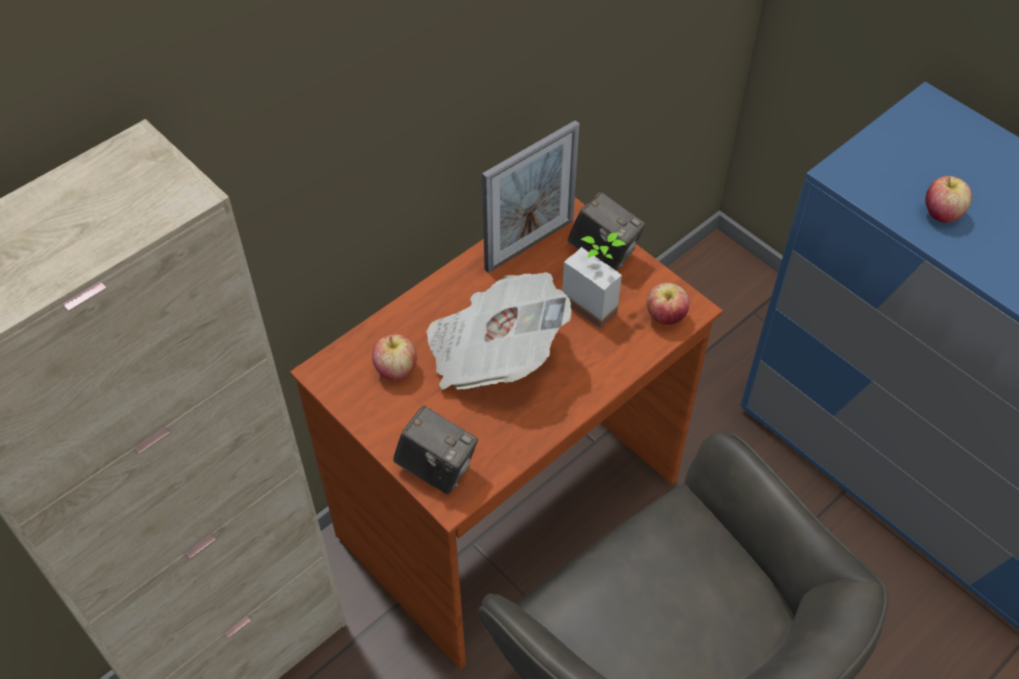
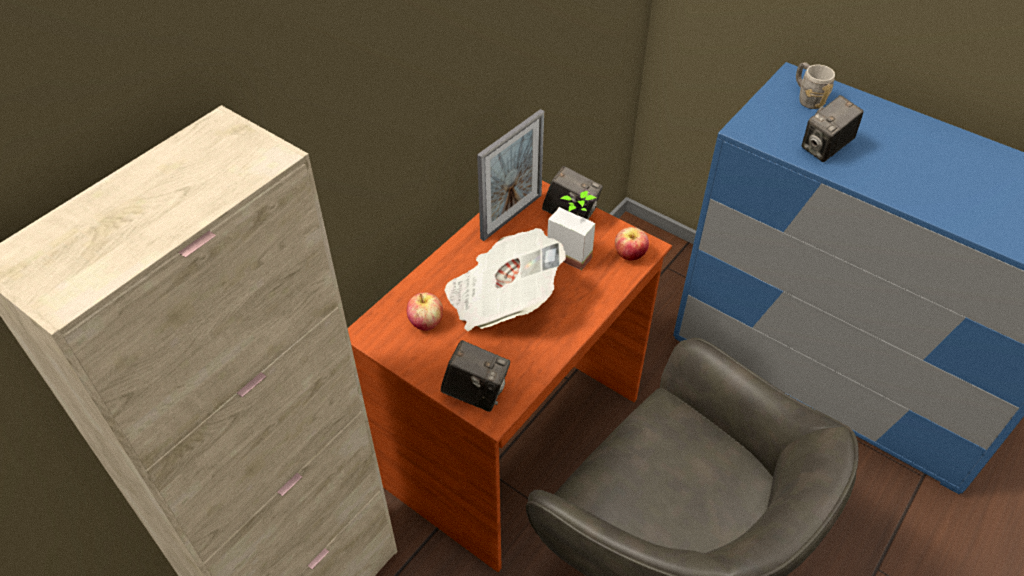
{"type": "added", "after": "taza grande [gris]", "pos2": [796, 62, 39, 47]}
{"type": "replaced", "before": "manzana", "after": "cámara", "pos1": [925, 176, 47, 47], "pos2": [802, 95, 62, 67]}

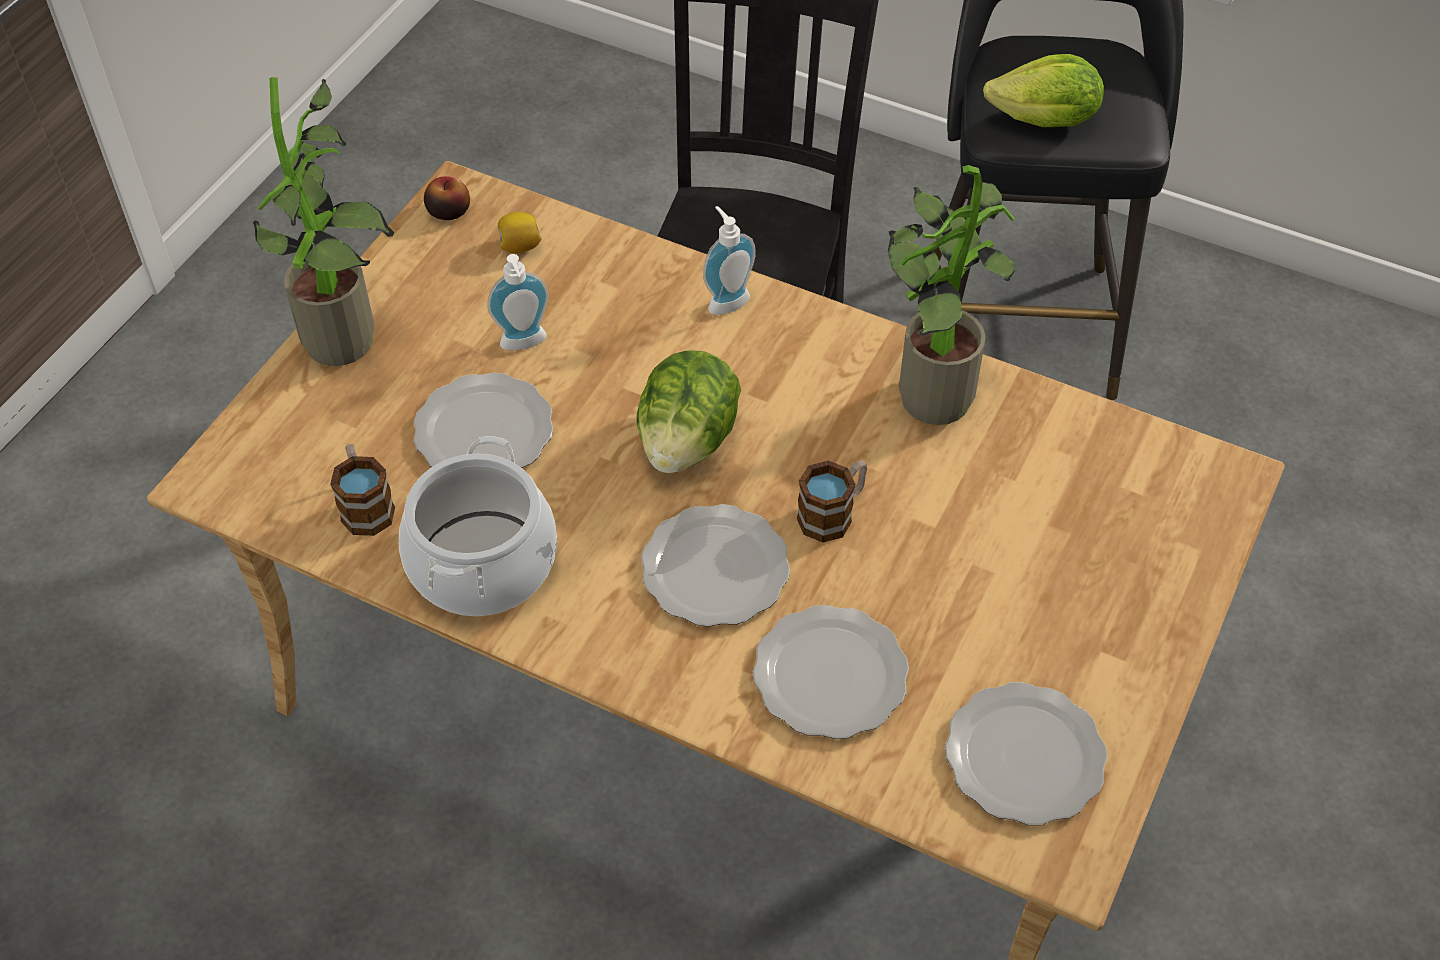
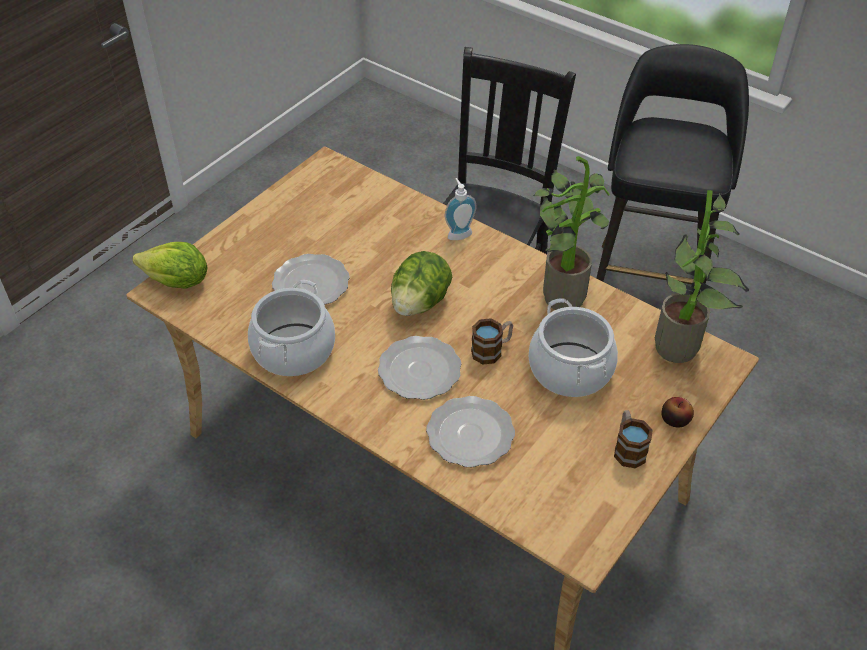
{"type": "removed", "before": "dispensador de jabón", "pos1": [487, 254, 62, 96]}
{"type": "removed", "before": "limón", "pos1": [498, 212, 44, 41]}
{"type": "removed", "before": "plato", "pos1": [945, 682, 163, 143]}
{"type": "added", "after": "olla", "pos2": [529, 298, 89, 99]}
{"type": "moved", "before": "planta en maceta", "pos1": [253, 77, 142, 289], "pos2": [655, 190, 94, 173]}
{"type": "moved", "before": "taza grande", "pos1": [330, 444, 65, 92], "pos2": [614, 410, 39, 58]}
{"type": "moved", "before": "manzana", "pos1": [424, 176, 46, 44], "pos2": [662, 397, 32, 30]}
{"type": "moved", "before": "lechuga", "pos1": [983, 54, 121, 73], "pos2": [132, 242, 76, 47]}

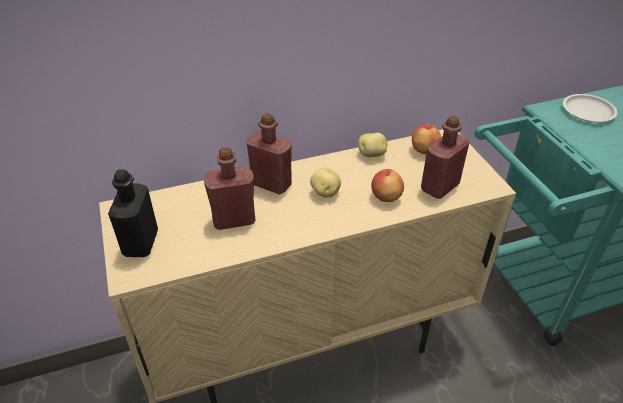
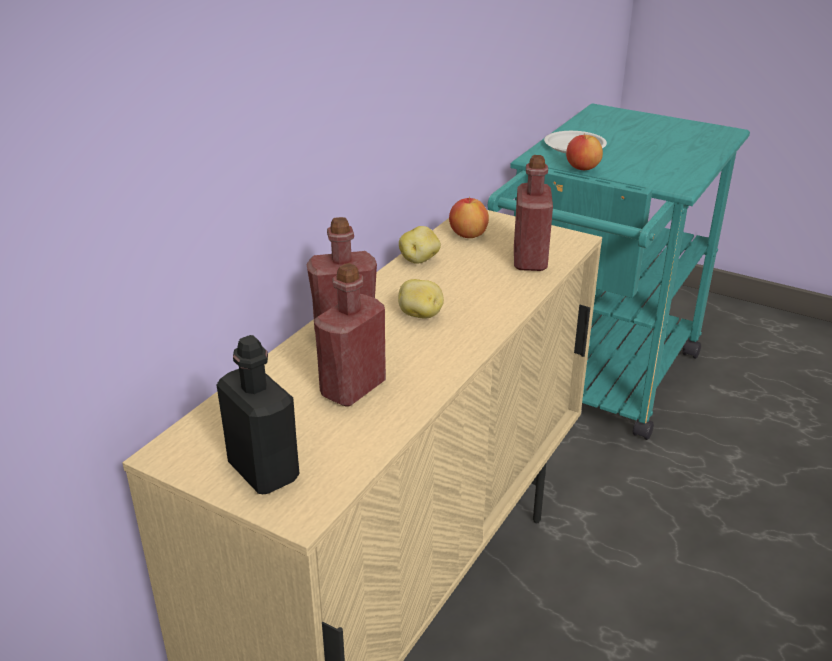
{"type": "moved", "before": "manzana", "pos1": [371, 169, 33, 33], "pos2": [566, 134, 37, 36]}

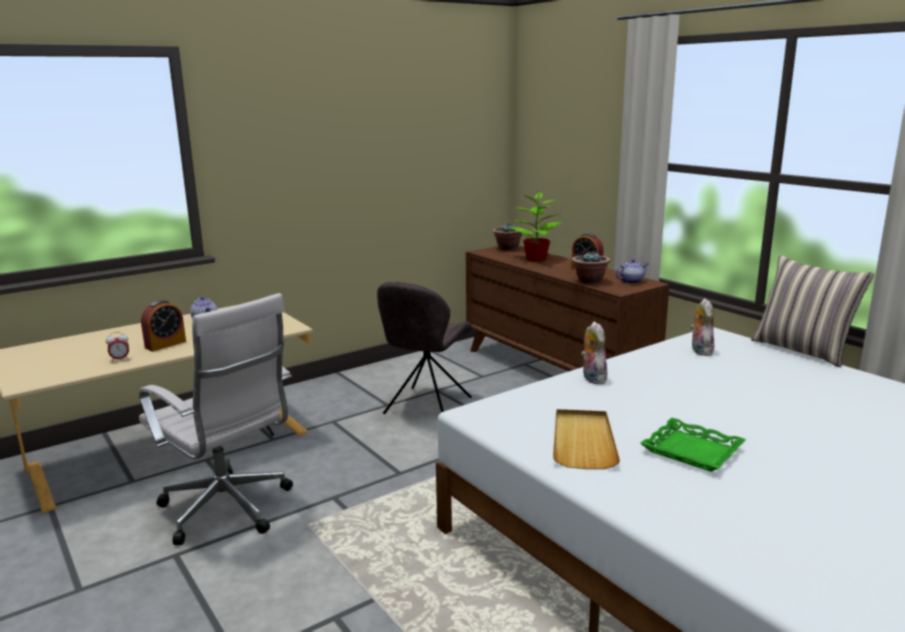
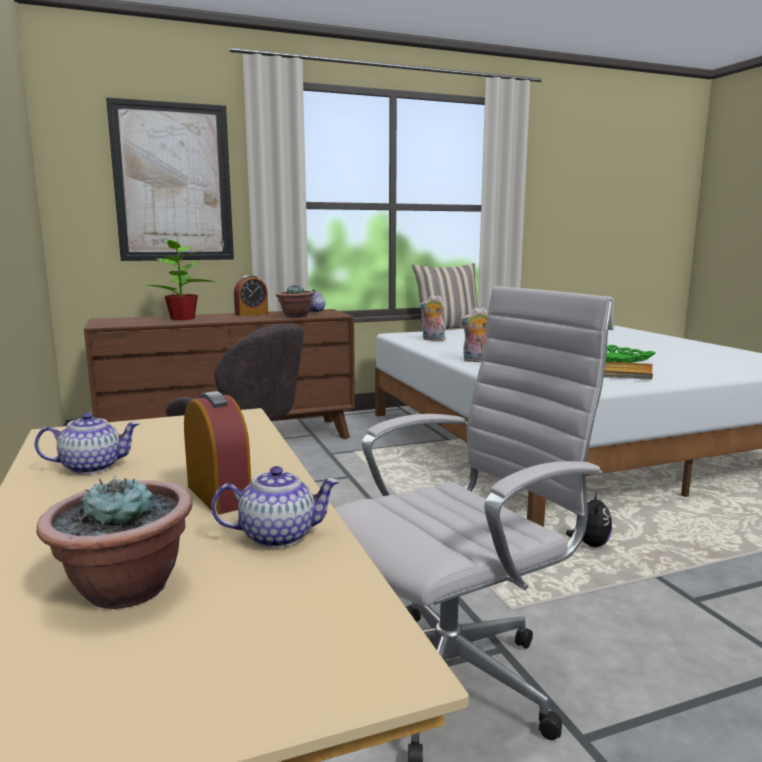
{"type": "added", "after": "cuadro", "pos2": [106, 97, 128, 164]}
{"type": "added", "after": "peluche", "pos2": [566, 493, 46, 54]}
{"type": "moved", "before": "planta en maceta", "pos1": [492, 223, 30, 27], "pos2": [37, 475, 156, 134]}
{"type": "replaced", "before": "despertador", "after": "tetera", "pos1": [106, 332, 23, 30], "pos2": [211, 466, 128, 82]}

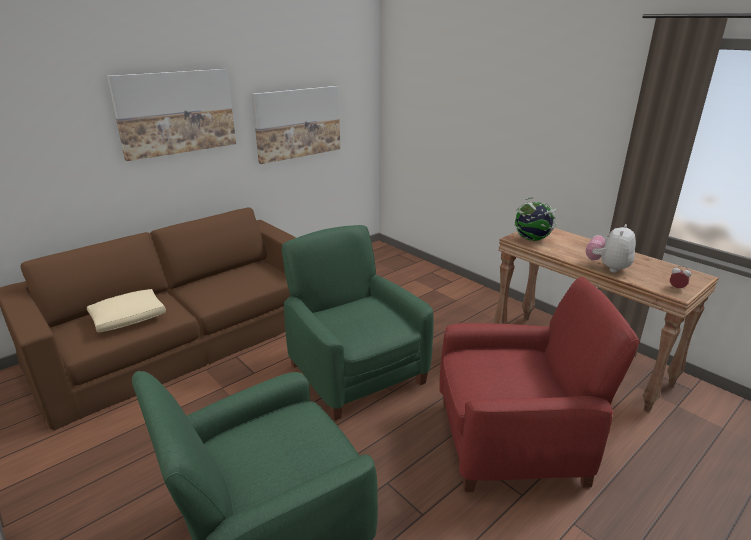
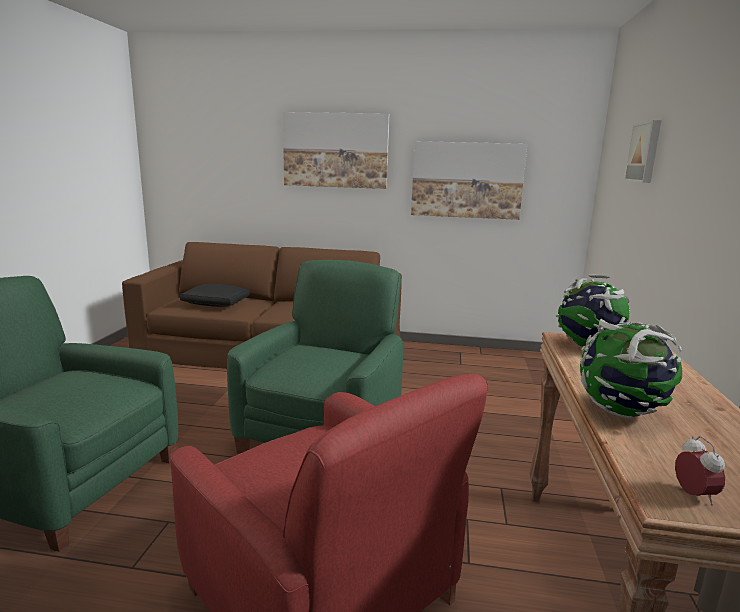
{"type": "added", "after": "cuadro", "pos2": [624, 120, 38, 63]}
{"type": "replaced", "before": "peluche", "after": "globo terráqueo", "pos1": [586, 224, 50, 49], "pos2": [580, 319, 102, 100]}
{"type": "recoloured", "before": "cojín [beis]", "after": "cojín [negro]", "pos1": [87, 289, 79, 44], "pos2": [180, 284, 69, 23]}

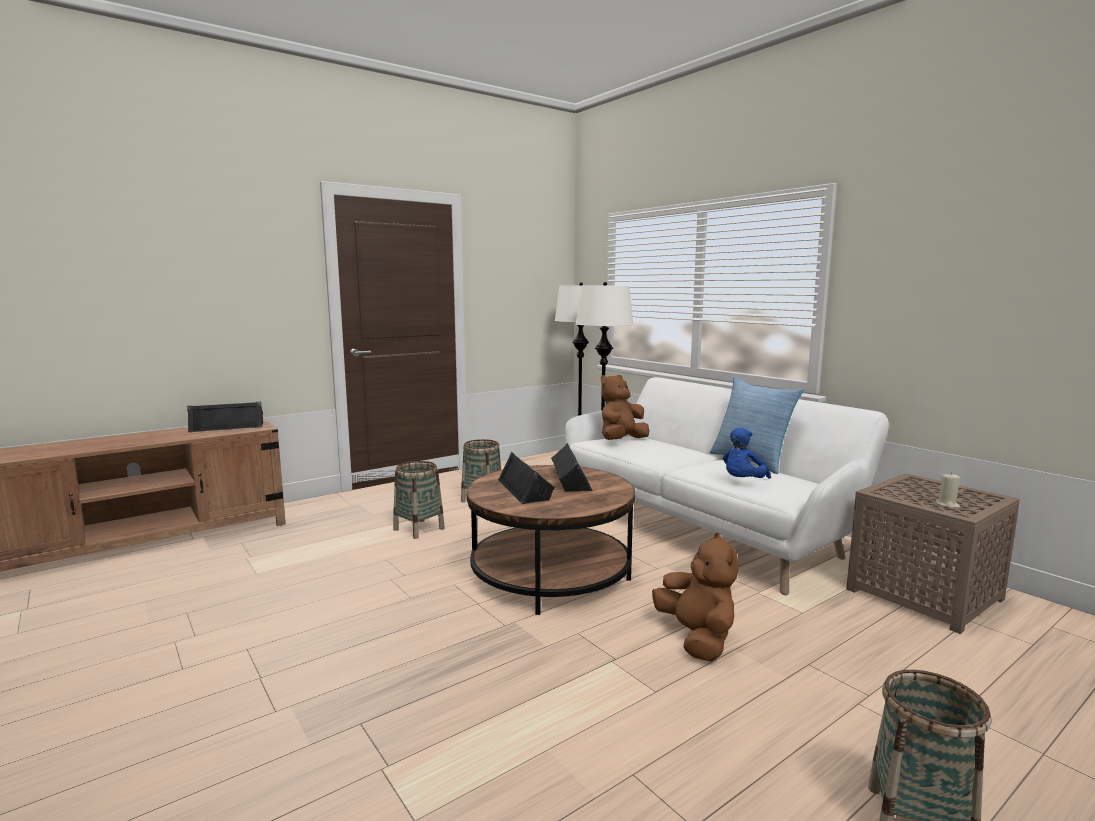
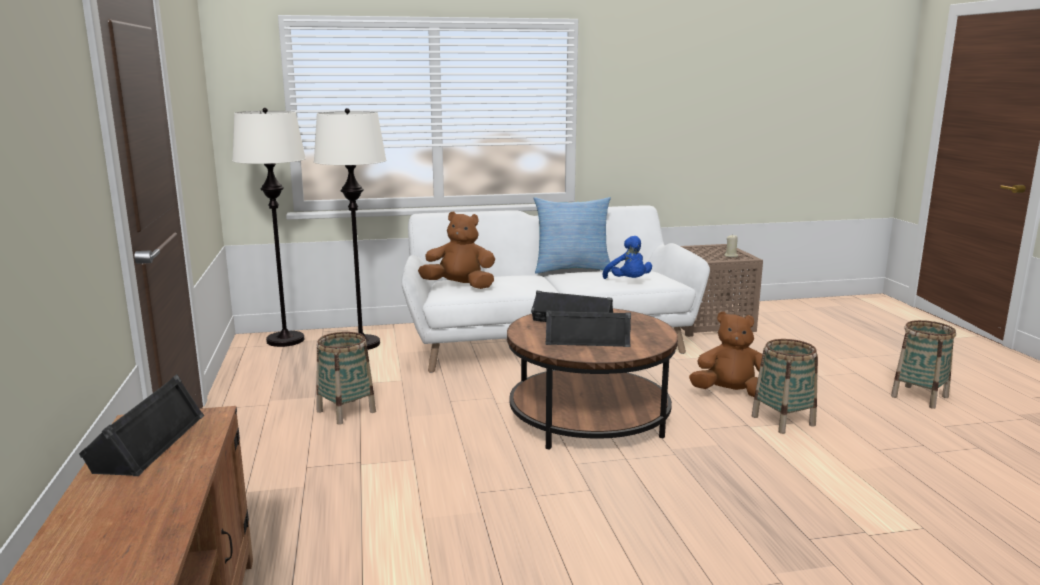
{"type": "moved", "before": "cesta", "pos1": [393, 461, 52, 78], "pos2": [752, 339, 66, 95]}
{"type": "turned", "before": "peluche [marrón]", "pos1": [601, 375, 48, 65], "pos2": [418, 212, 77, 77], "turn": 120}

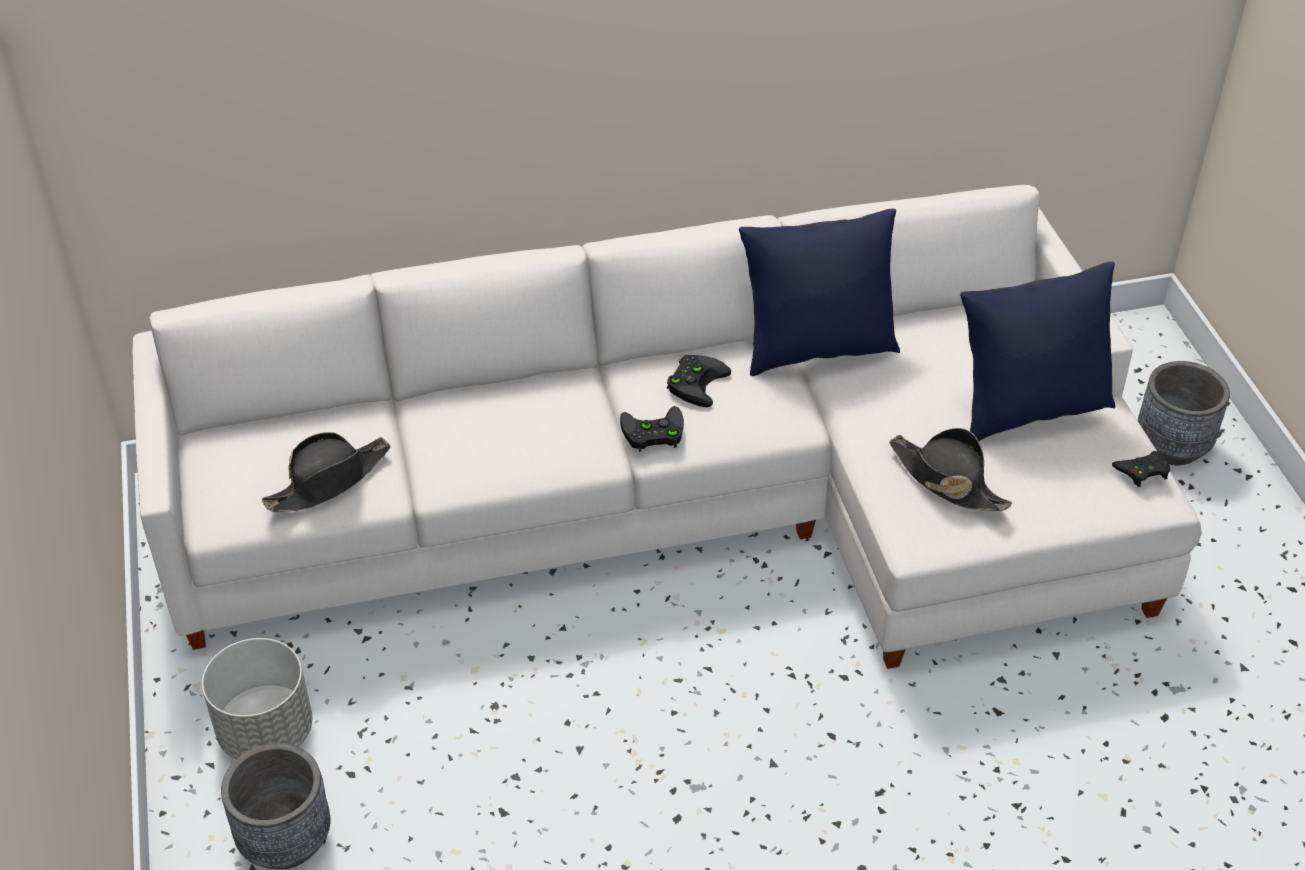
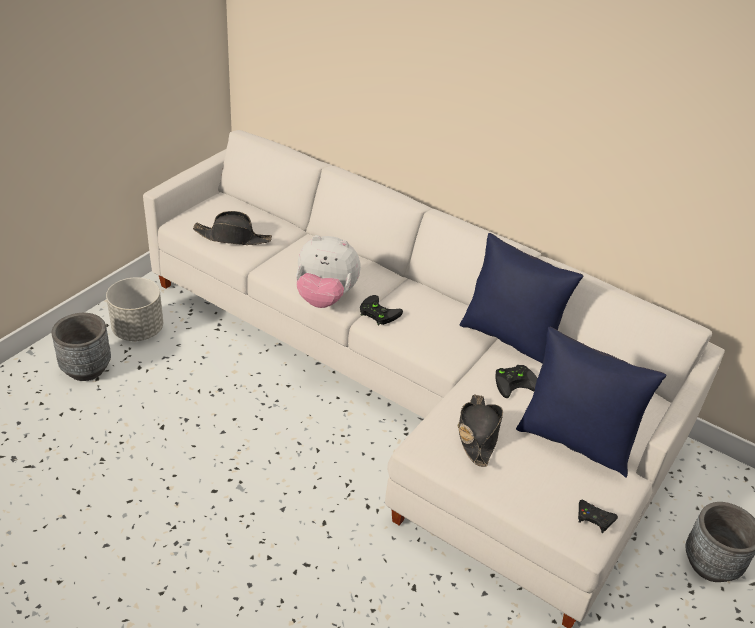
{"type": "added", "after": "peluche", "pos2": [296, 235, 65, 73]}
{"type": "moved", "before": "mando de consola [negro]", "pos1": [667, 355, 64, 52], "pos2": [496, 365, 41, 33]}

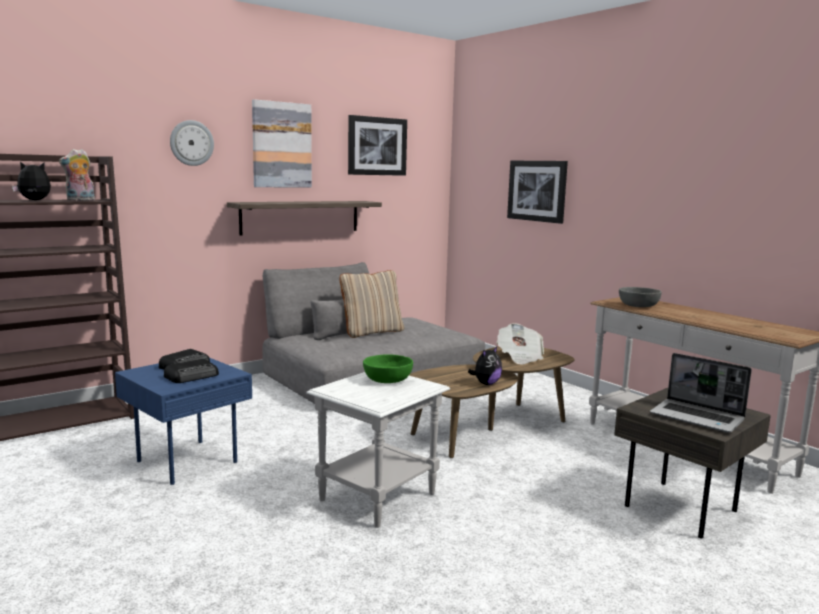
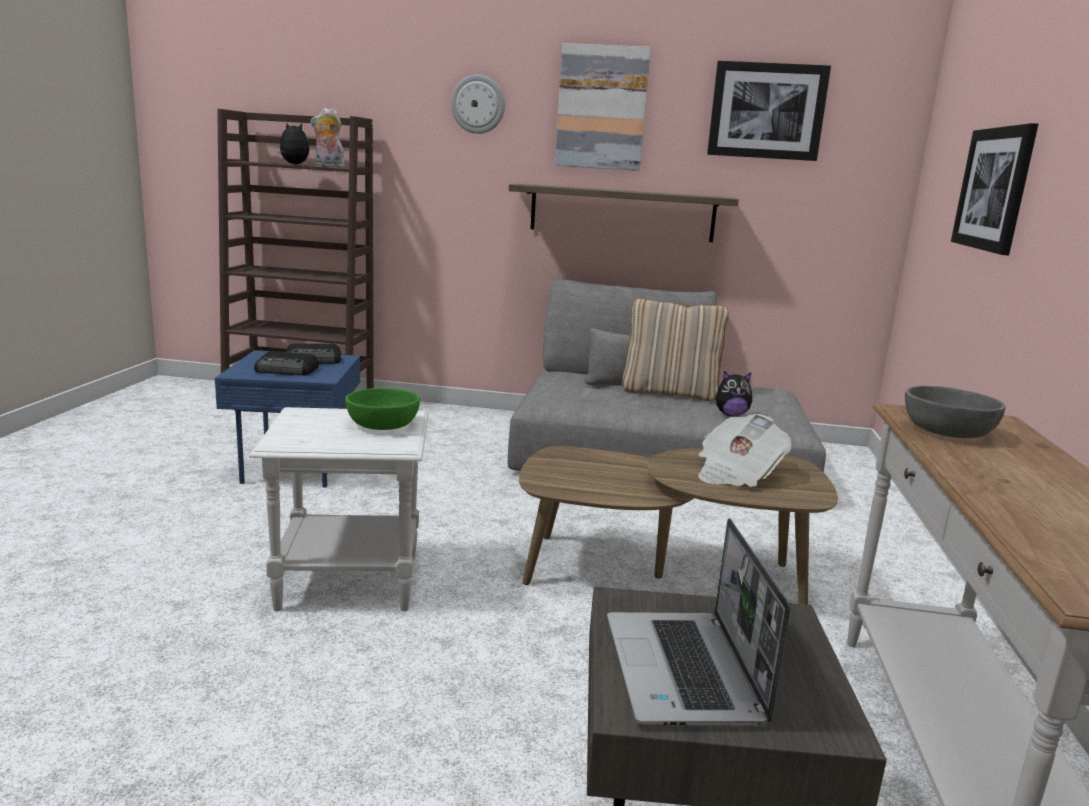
{"type": "moved", "before": "peluche", "pos1": [468, 347, 34, 38], "pos2": [716, 371, 36, 45]}

